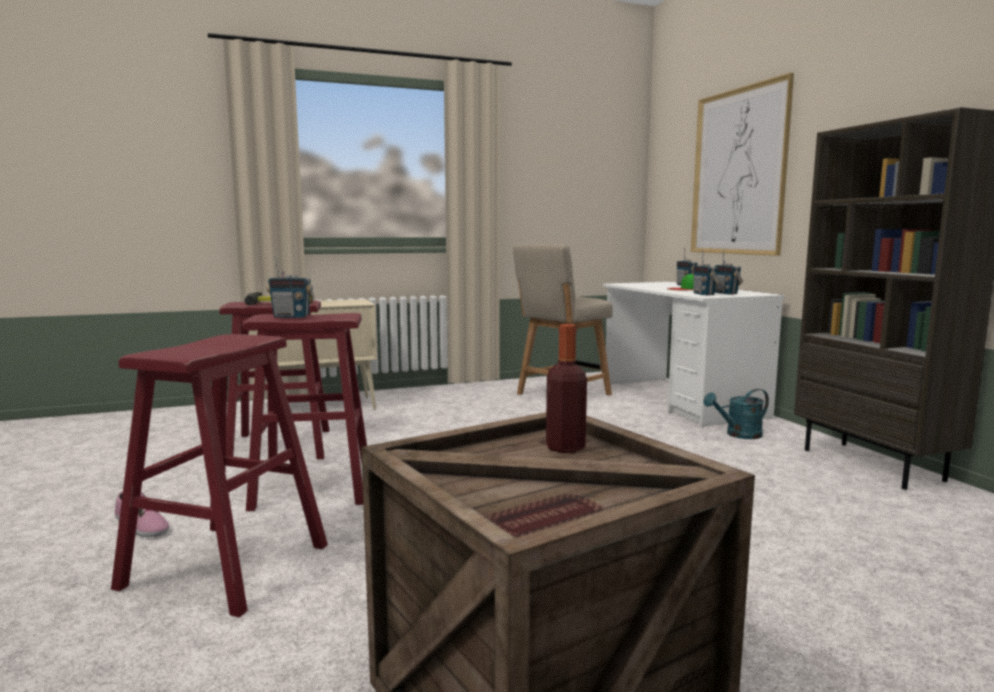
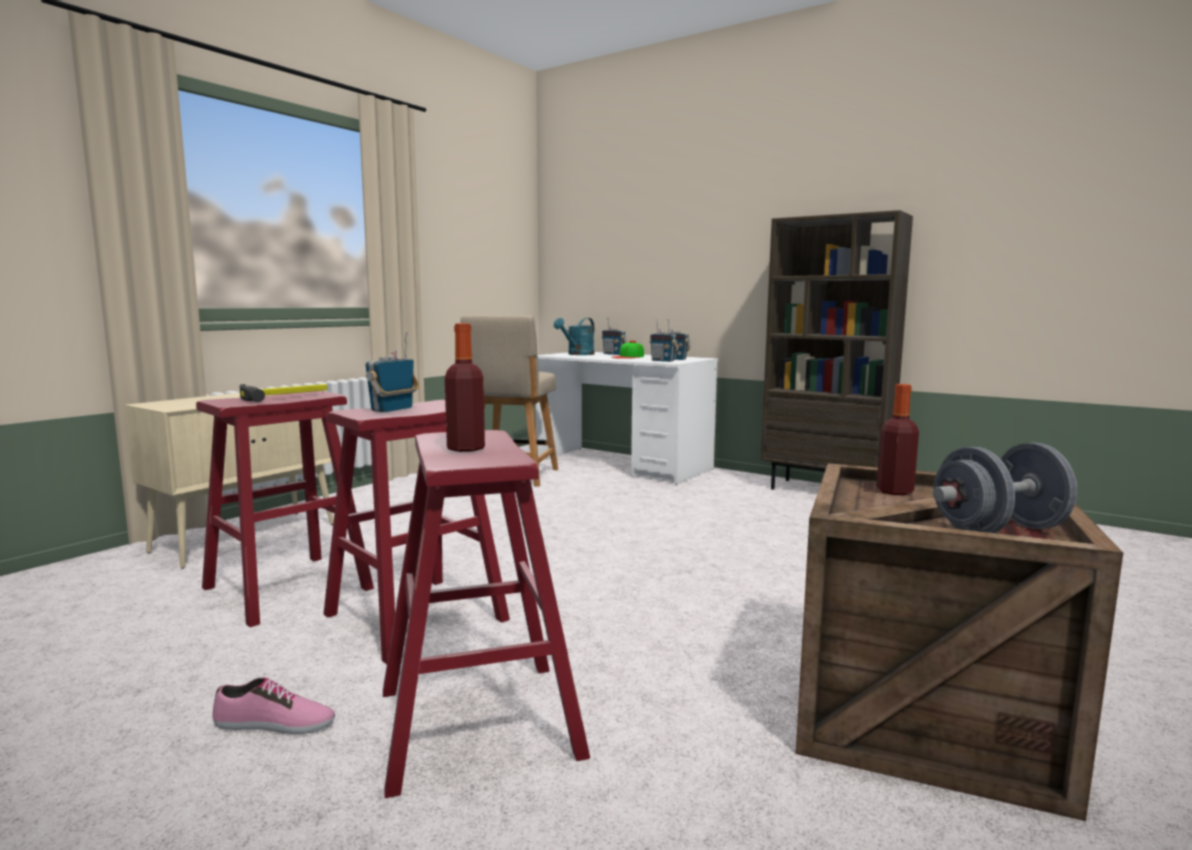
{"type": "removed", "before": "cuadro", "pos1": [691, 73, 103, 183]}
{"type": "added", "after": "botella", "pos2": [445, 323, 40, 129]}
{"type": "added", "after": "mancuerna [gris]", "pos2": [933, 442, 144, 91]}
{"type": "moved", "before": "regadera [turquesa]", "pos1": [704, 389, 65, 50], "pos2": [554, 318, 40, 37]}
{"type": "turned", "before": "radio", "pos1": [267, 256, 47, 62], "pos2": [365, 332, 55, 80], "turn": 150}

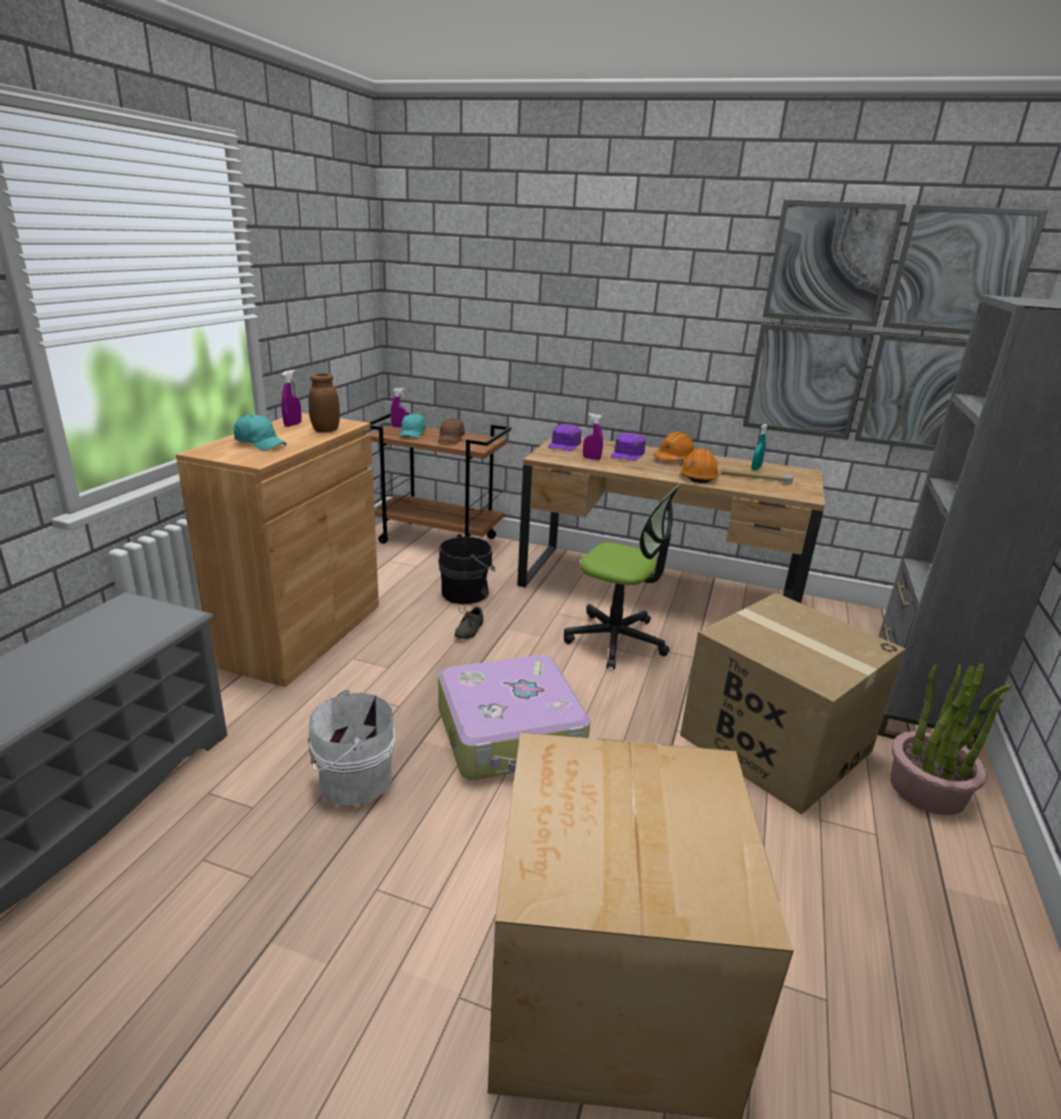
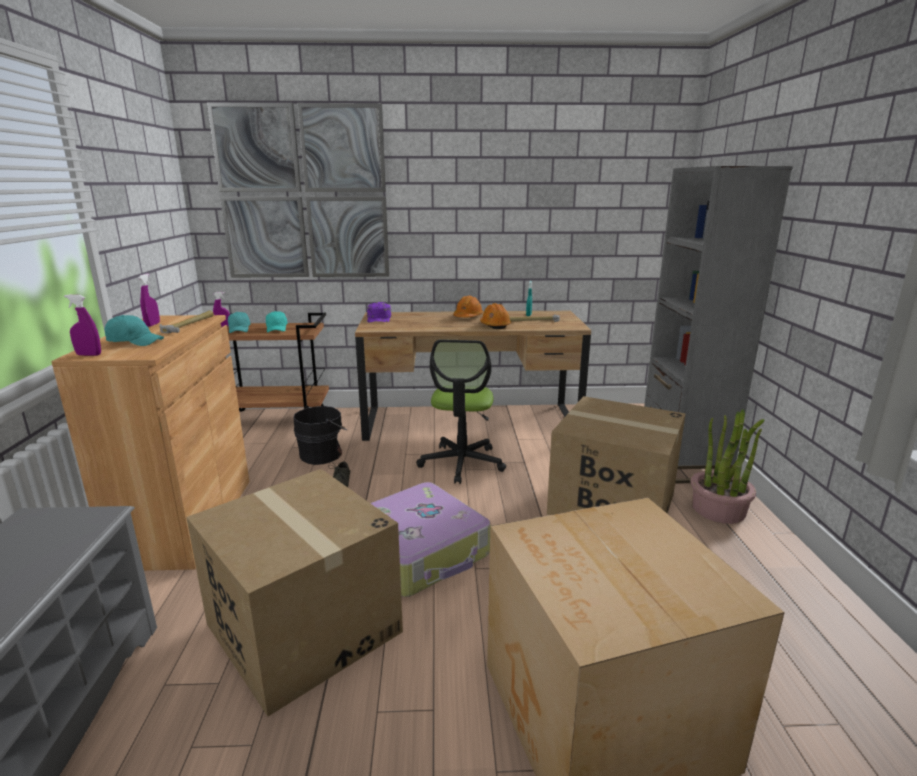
{"type": "removed", "before": "gorra [morado]", "pos1": [611, 433, 35, 28]}
{"type": "moved", "before": "pulverizador [morado]", "pos1": [583, 413, 20, 47], "pos2": [64, 295, 37, 61]}
{"type": "moved", "before": "cuadro", "pos1": [743, 199, 305, 252], "pos2": [207, 102, 182, 175]}
{"type": "replaced", "before": "tarro [marrón]", "after": "martillo", "pos1": [308, 373, 32, 59], "pos2": [159, 311, 55, 22]}
{"type": "replaced", "before": "cubo [blanco]", "after": "caja de cartón", "pos1": [308, 690, 87, 115], "pos2": [186, 469, 217, 247]}
{"type": "recoloured", "before": "gorra [marrón]", "after": "gorra [turquesa]", "pos1": [438, 418, 27, 26], "pos2": [266, 311, 22, 21]}
{"type": "turned", "before": "silla de oficina", "pos1": [564, 483, 118, 186], "pos2": [416, 339, 90, 145], "turn": 90}

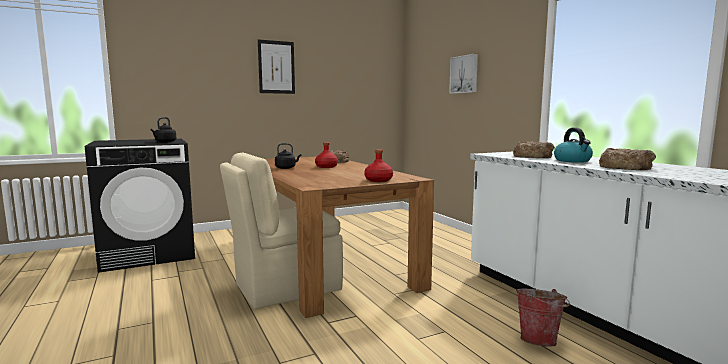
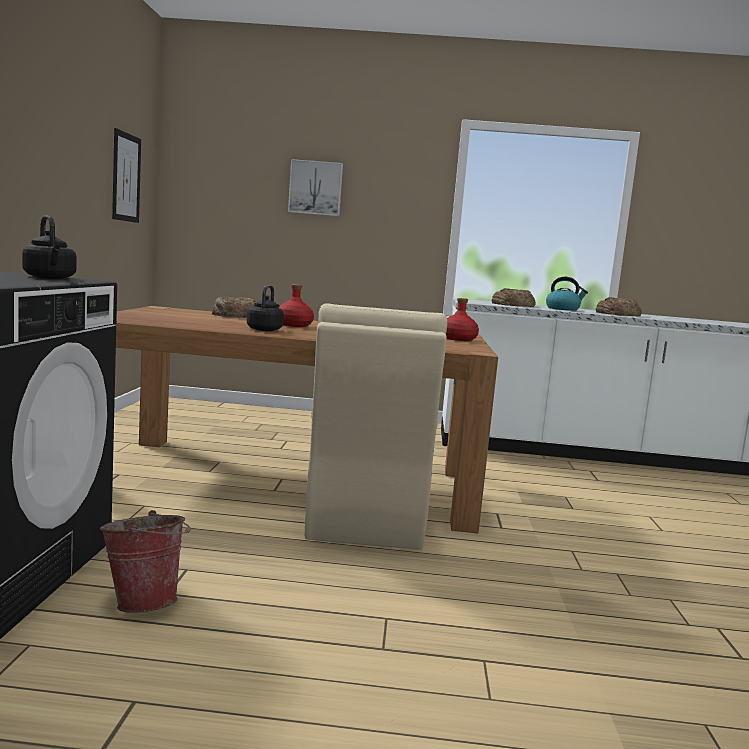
{"type": "moved", "before": "cuadro", "pos1": [258, 39, 37, 55], "pos2": [112, 128, 29, 95]}
{"type": "moved", "before": "cubo", "pos1": [516, 289, 54, 58], "pos2": [100, 510, 91, 103]}

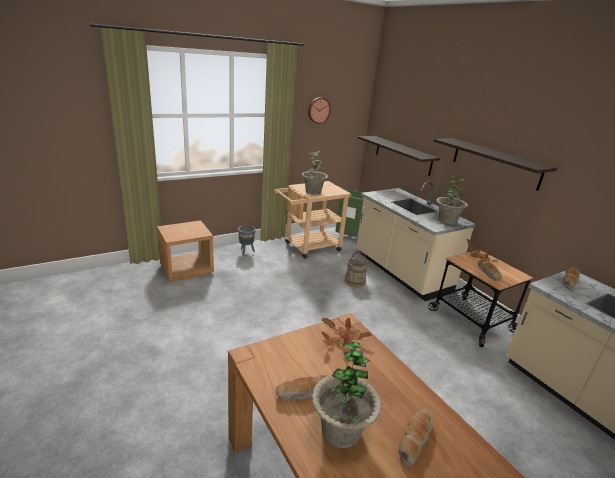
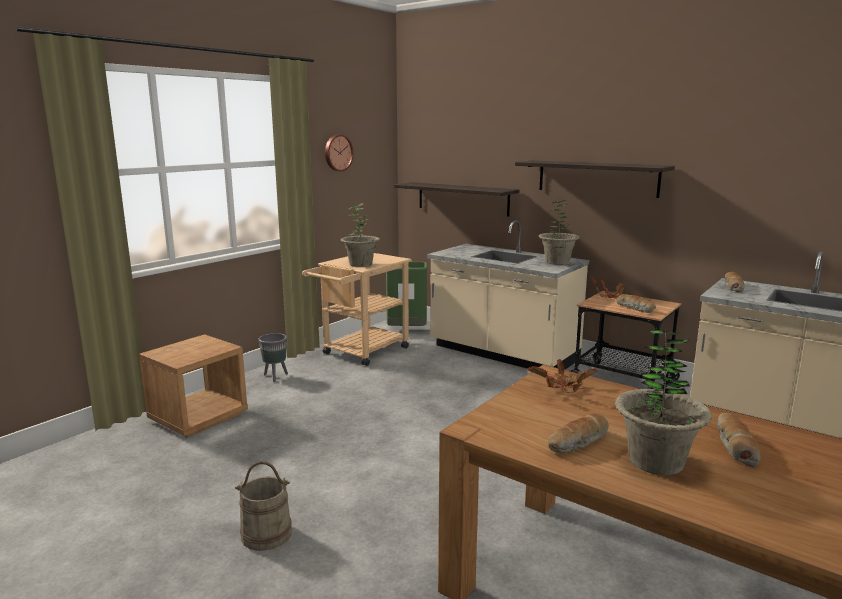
{"type": "moved", "before": "cubo [beis]", "pos1": [345, 251, 24, 37], "pos2": [235, 461, 57, 90]}

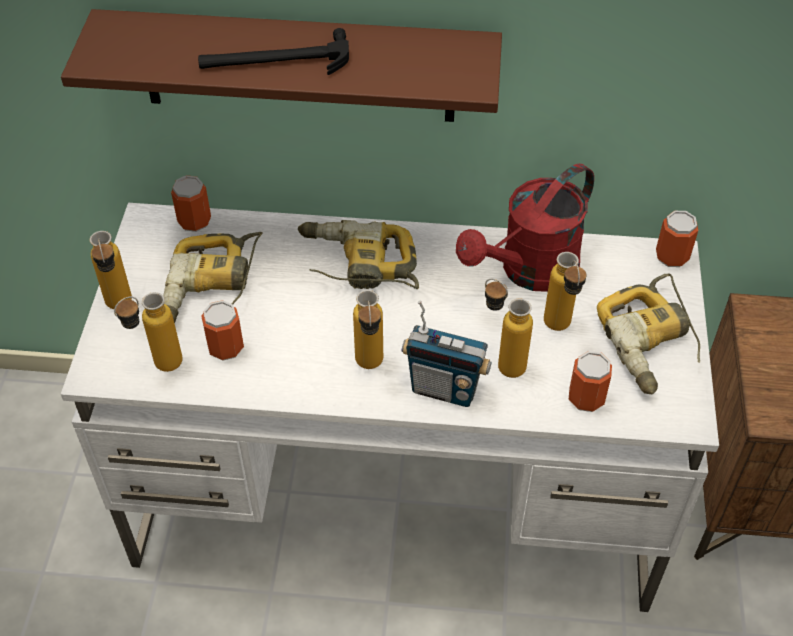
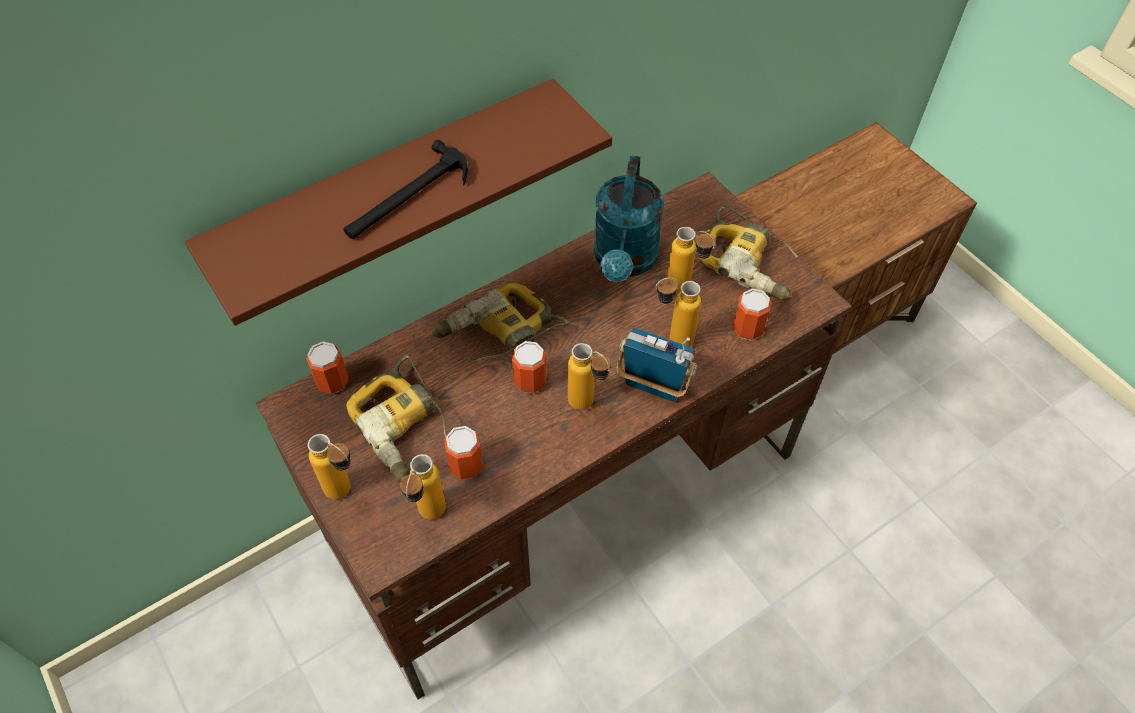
{"type": "moved", "before": "lata", "pos1": [656, 211, 42, 56], "pos2": [512, 341, 35, 52]}
{"type": "recoloured", "before": "escritorio [blanco]", "after": "escritorio [marrón]", "pos1": [61, 203, 658, 409], "pos2": [256, 172, 596, 527]}
{"type": "recoloured", "before": "regadera [rojo]", "after": "regadera [turquesa]", "pos1": [456, 164, 138, 128], "pos2": [594, 156, 70, 126]}
{"type": "turned", "before": "radio", "pos1": [402, 301, 89, 106], "pos2": [616, 328, 82, 74], "turn": -135}

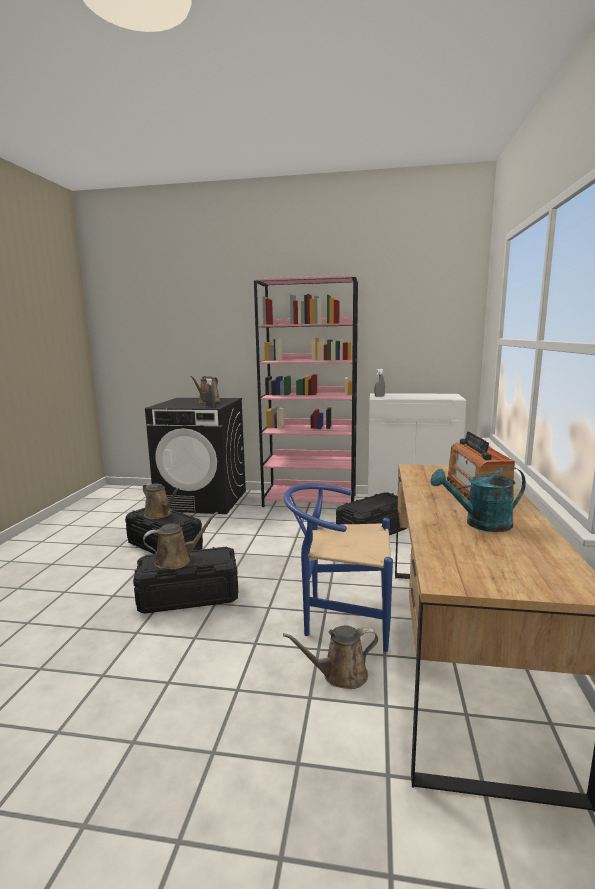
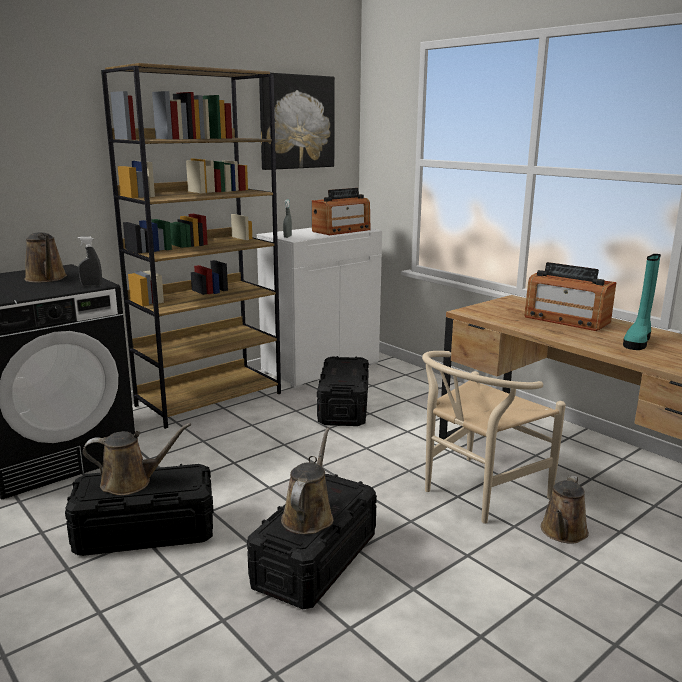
{"type": "added", "after": "cuadro", "pos2": [259, 73, 76, 97]}
{"type": "added", "after": "radio", "pos2": [312, 188, 59, 47]}
{"type": "replaced", "before": "regadera [turquesa]", "after": "bota [turquesa]", "pos1": [430, 467, 96, 65], "pos2": [623, 254, 38, 96]}
{"type": "recoloured", "before": "estantería [rosa]", "after": "estantería [marrón]", "pos1": [254, 275, 104, 232], "pos2": [101, 63, 180, 366]}
{"type": "recoloured", "before": "silla [azul]", "after": "silla [beis]", "pos1": [284, 484, 109, 168], "pos2": [422, 351, 144, 172]}

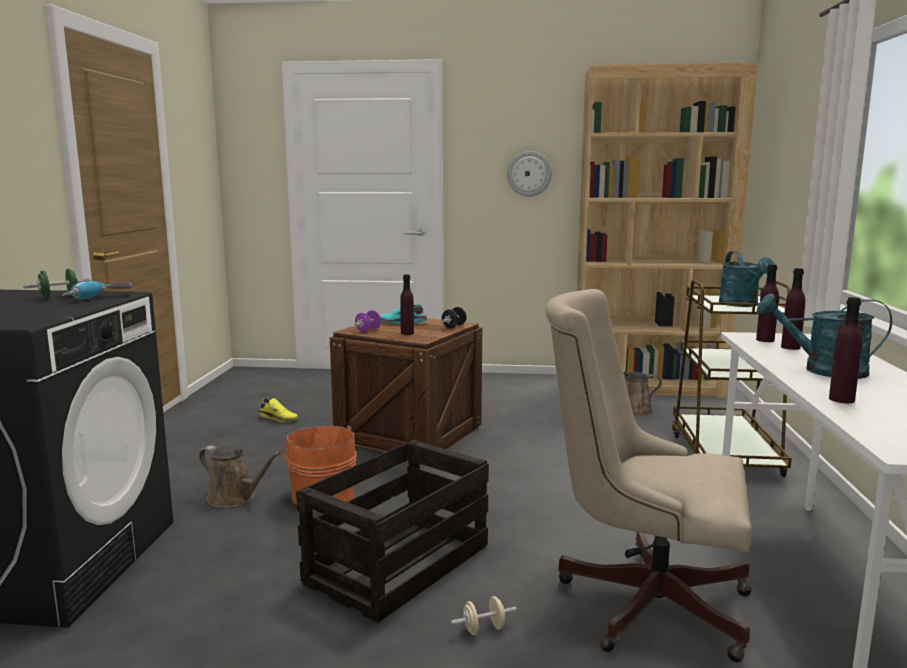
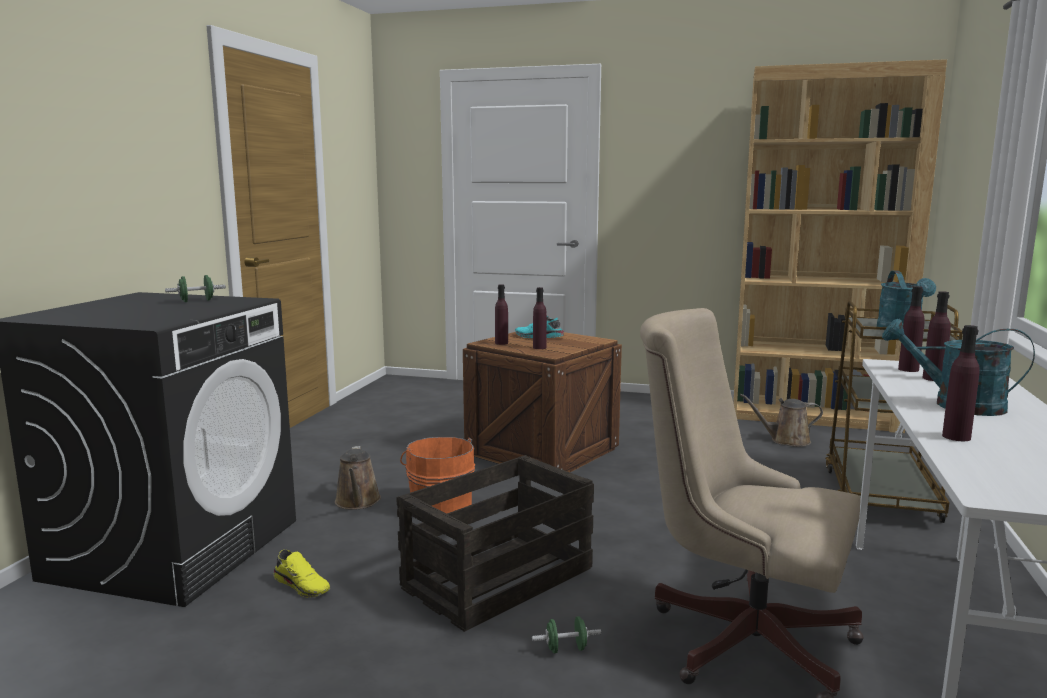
{"type": "removed", "before": "taladro", "pos1": [62, 280, 71, 20]}
{"type": "removed", "before": "mancuerna [negro]", "pos1": [442, 307, 25, 21]}
{"type": "removed", "before": "reloj de pared", "pos1": [507, 151, 45, 46]}
{"type": "moved", "before": "zapato [amarillo]", "pos1": [258, 398, 40, 25], "pos2": [274, 550, 56, 48]}
{"type": "replaced", "before": "mancuerna [morado]", "after": "botella [morado]", "pos1": [354, 310, 28, 22], "pos2": [495, 284, 13, 61]}
{"type": "recoloured", "before": "mancuerna [beis]", "after": "mancuerna [verde]", "pos1": [451, 596, 66, 39], "pos2": [532, 616, 69, 37]}
{"type": "turned", "before": "regadera [marrón]", "pos1": [199, 445, 82, 63], "pos2": [335, 446, 46, 64], "turn": 45}

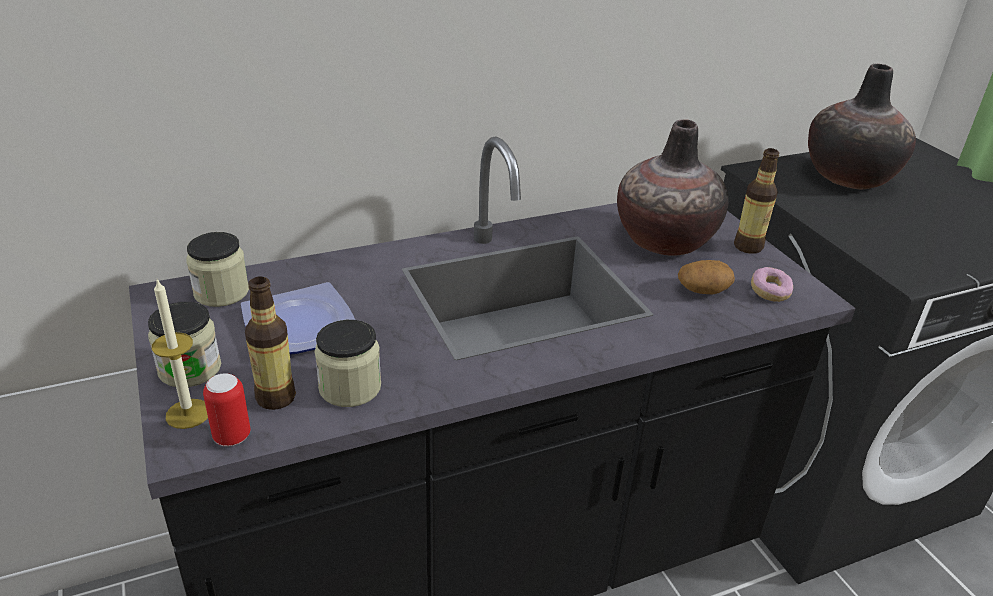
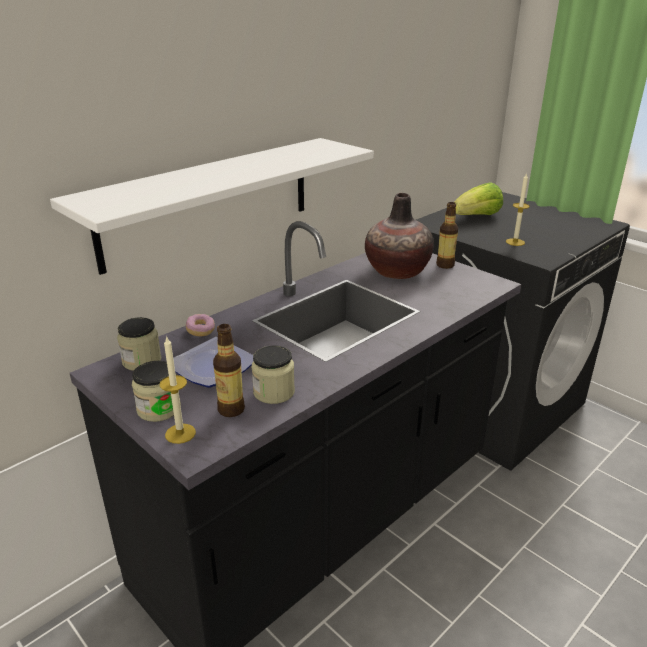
{"type": "removed", "before": "lata", "pos1": [203, 373, 47, 73]}
{"type": "removed", "before": "patata", "pos1": [678, 260, 57, 34]}
{"type": "added", "after": "estante [blanco]", "pos2": [50, 138, 324, 137]}
{"type": "added", "after": "vela", "pos2": [506, 173, 24, 73]}
{"type": "moved", "before": "rosquilla", "pos1": [751, 267, 42, 35], "pos2": [186, 314, 29, 22]}
{"type": "replaced", "before": "florero", "after": "lechuga", "pos1": [808, 64, 108, 125], "pos2": [454, 182, 49, 33]}

